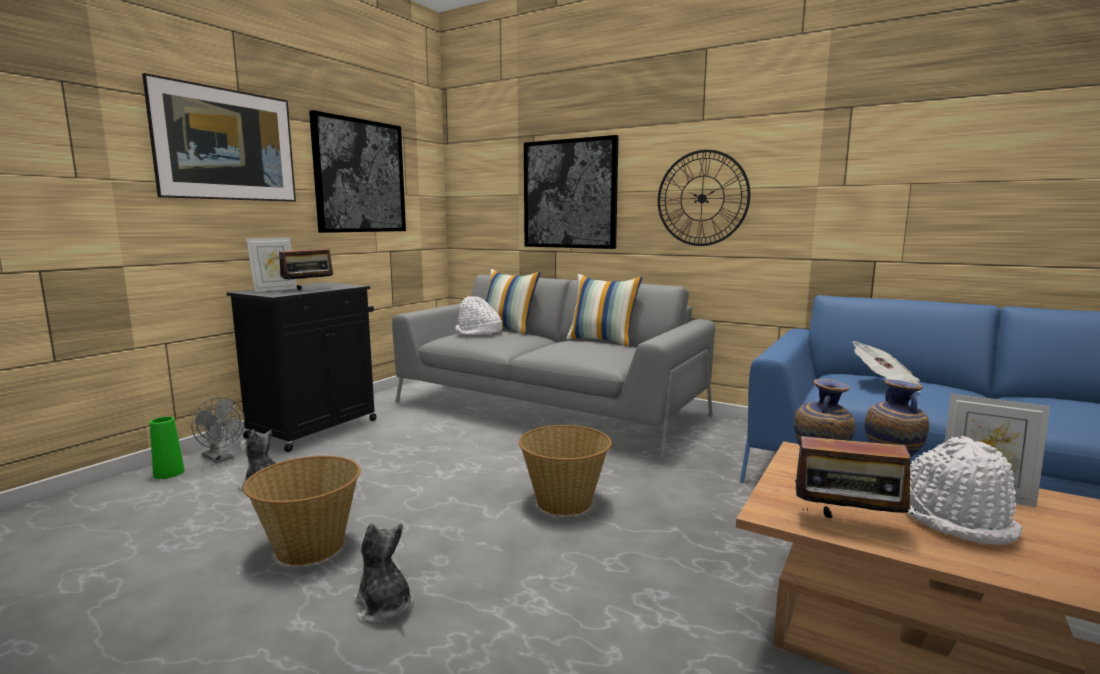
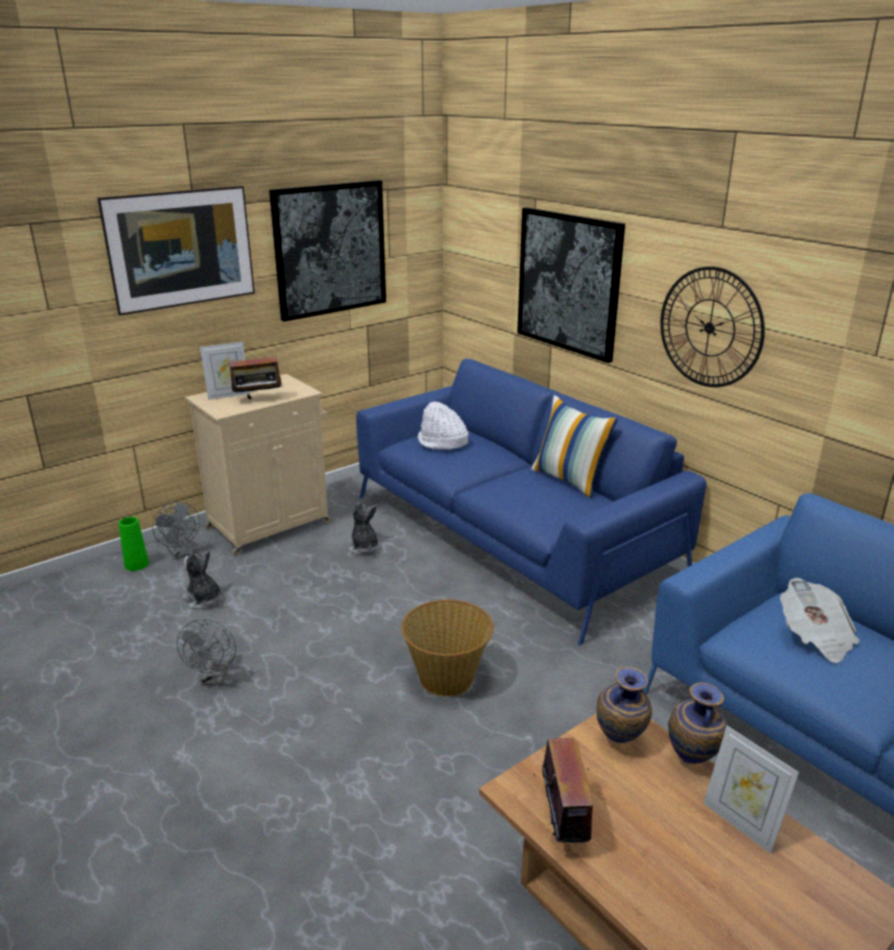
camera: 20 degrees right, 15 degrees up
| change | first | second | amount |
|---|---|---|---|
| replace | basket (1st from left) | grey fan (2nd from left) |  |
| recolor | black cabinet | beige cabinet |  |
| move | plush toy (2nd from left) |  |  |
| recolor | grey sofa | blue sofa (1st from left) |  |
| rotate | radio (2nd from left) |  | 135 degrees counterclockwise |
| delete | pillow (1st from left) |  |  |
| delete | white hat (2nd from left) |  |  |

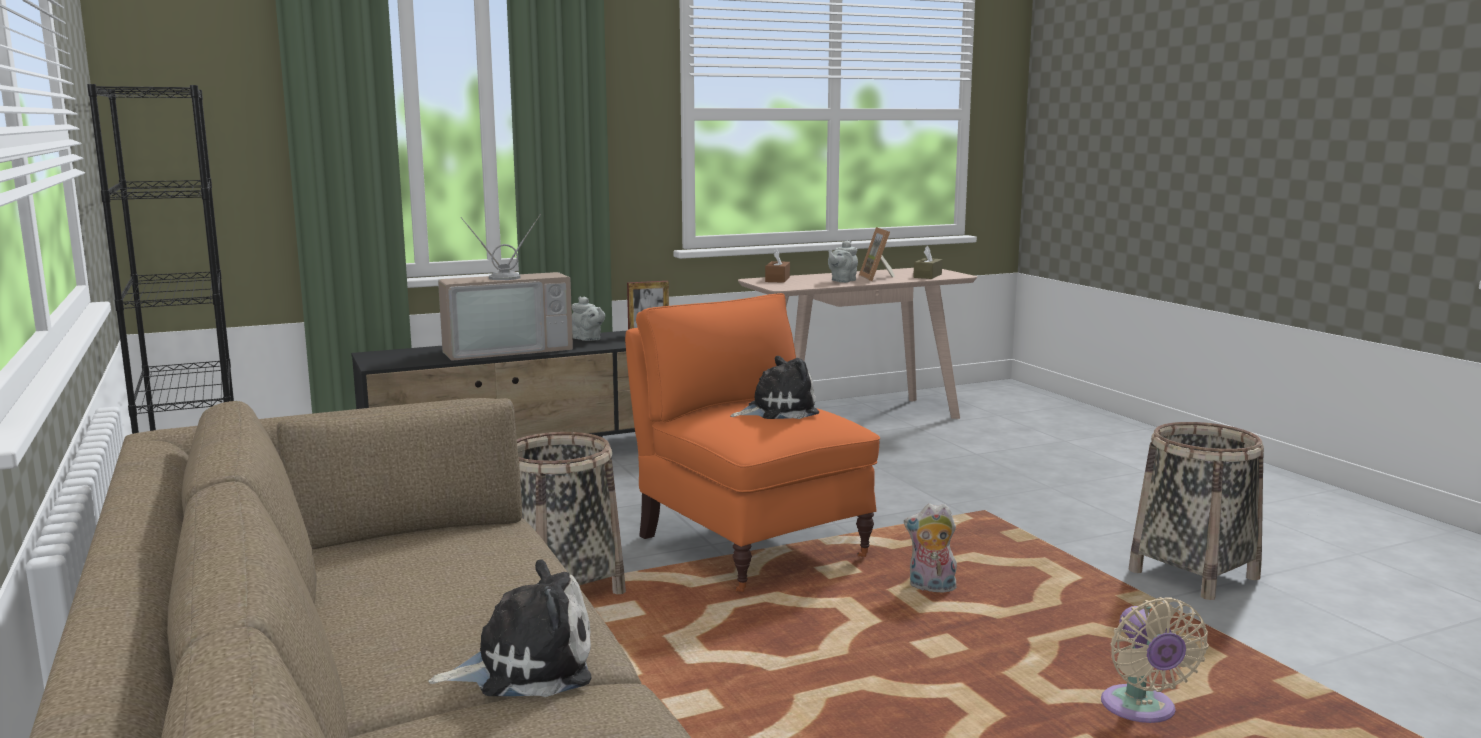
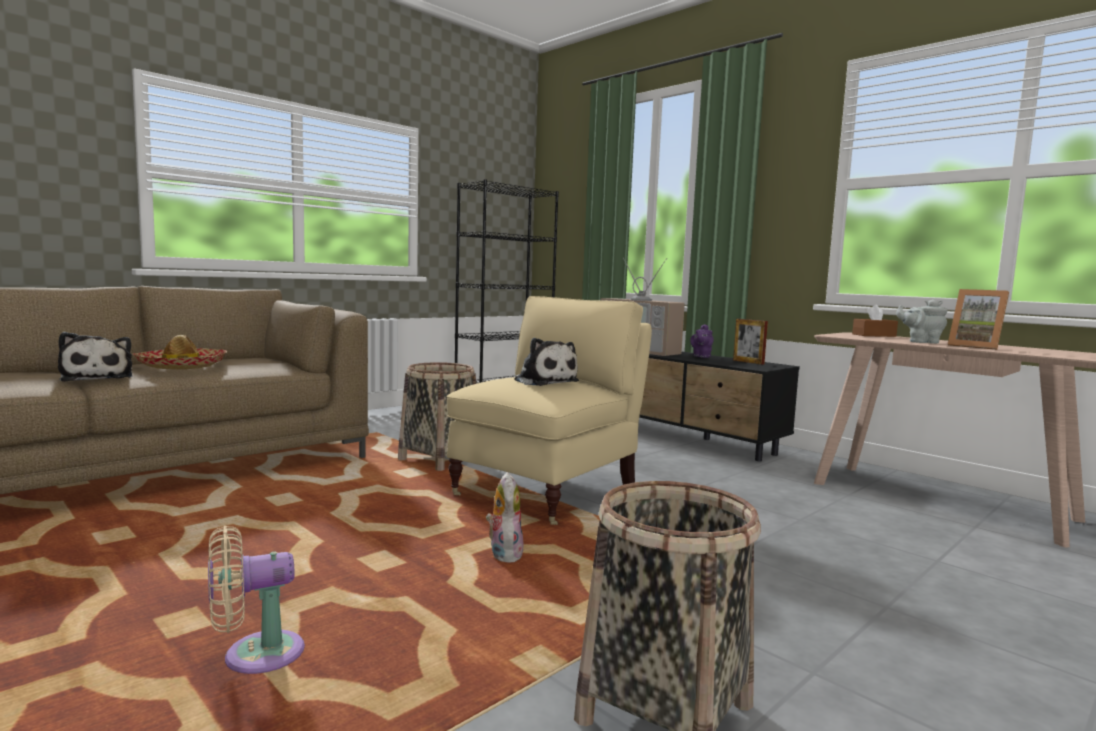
camera: 70 degrees right, 5 degrees down
| change | first | second | amount |
|---|---|---|---|
| insert |  | hat |  |
| recolor | orange armchair | beige armchair |  |
| recolor | grey teapot (1st from left) | purple teapot |  |
| rotate | picture frame (2nd from left) |  | 105 degrees counterclockwise |
| delete | brown tissue box (2nd from left) |  |  |

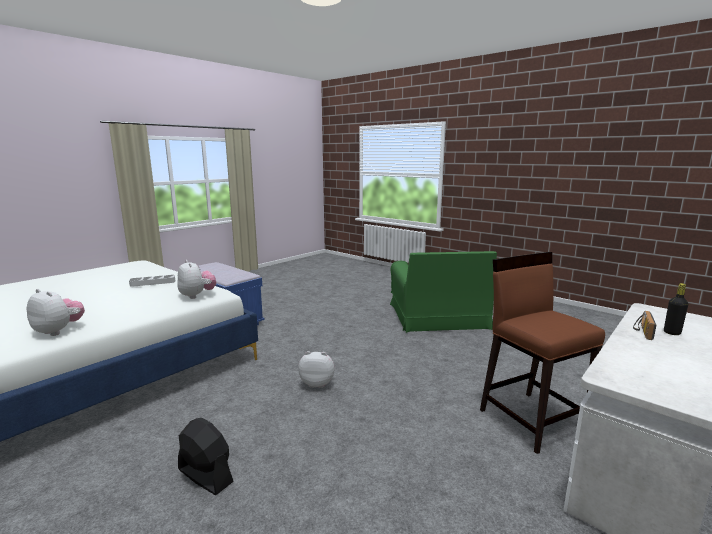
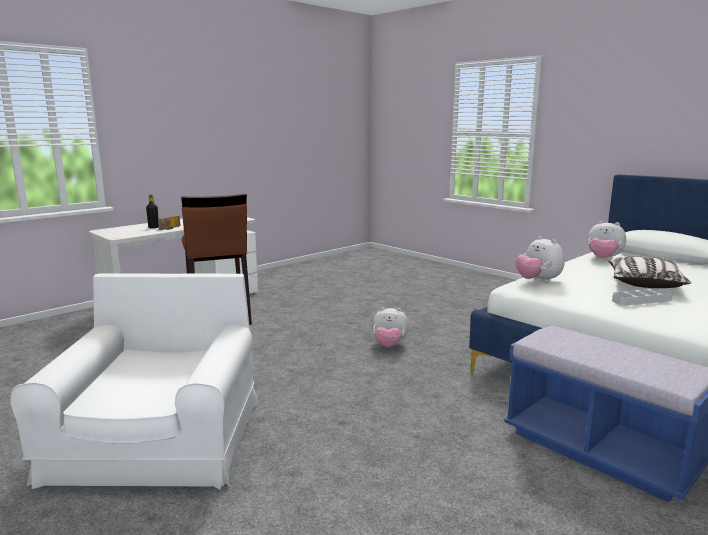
camera: 175 degrees left, 0 degrees up
| change | first | second | amount |
|---|---|---|---|
| recolor | green armchair | white armchair |  |
| insert |  | pillow |  |
| delete | black fan |  |  |

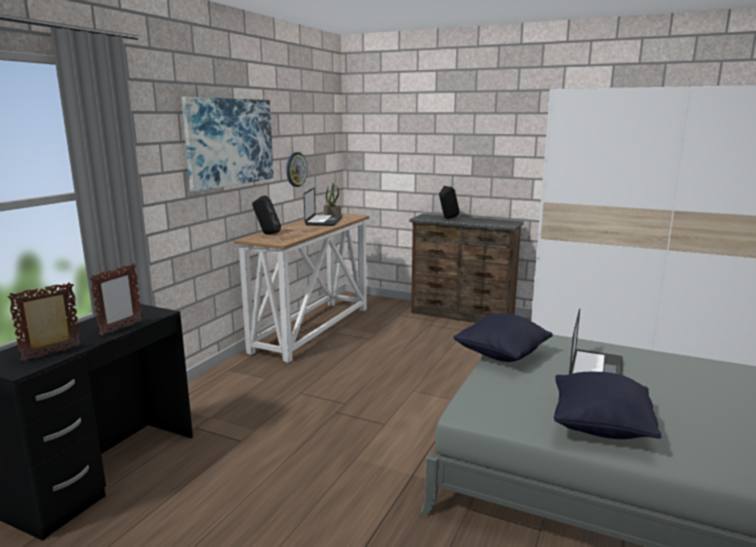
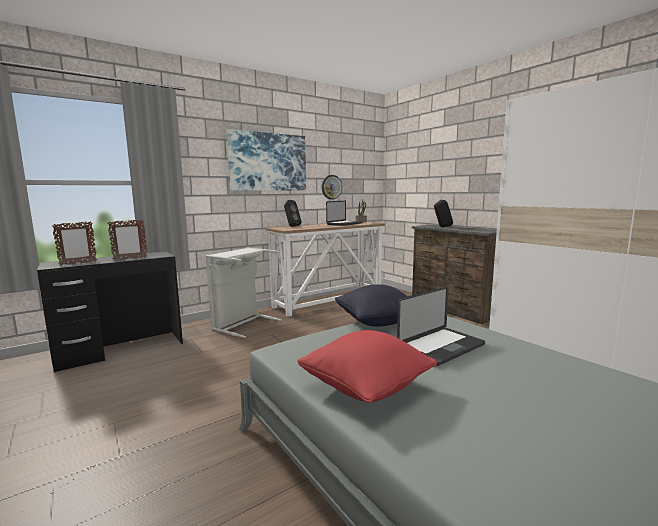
camera: 30 degrees right, 5 degrees down
| change | first | second | amount |
|---|---|---|---|
| rotate | picture frame (1st from left) |  | 150 degrees clockwise |
| insert |  | grey laundry basket |  |
| recolor | black pillow (2nd from left) | red pillow |  |

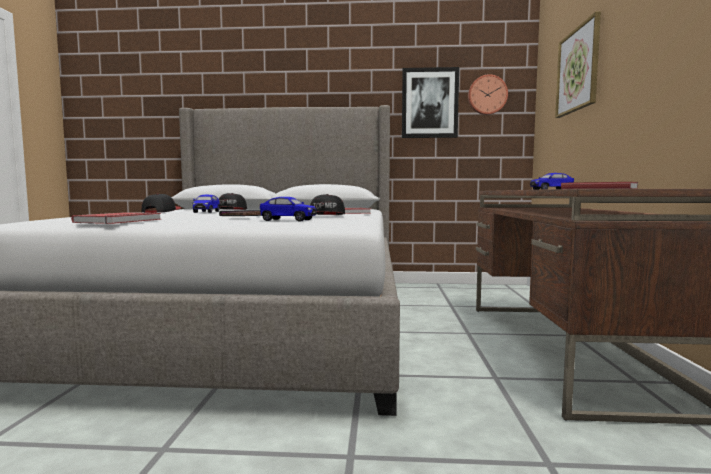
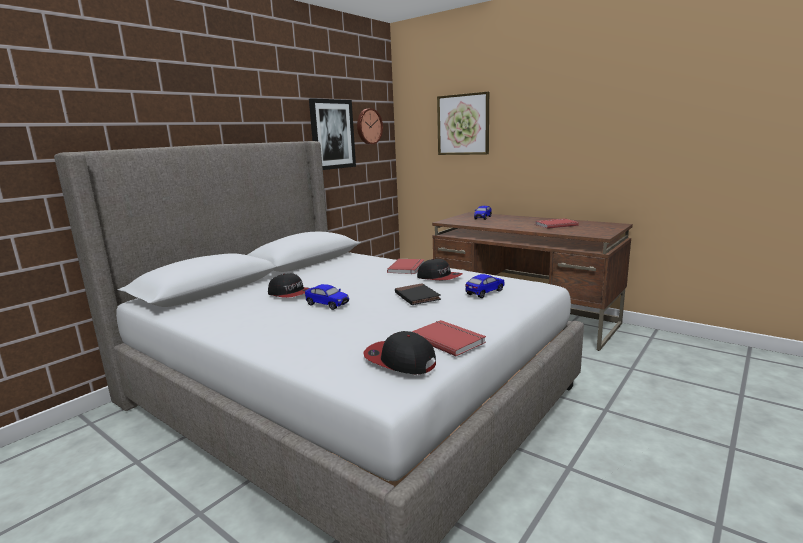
camera: 55 degrees left, 10 degrees up
| change | first | second | amount |
|---|---|---|---|
| move | cap (1st from left in the first image) | cap (2nd from left) |  |

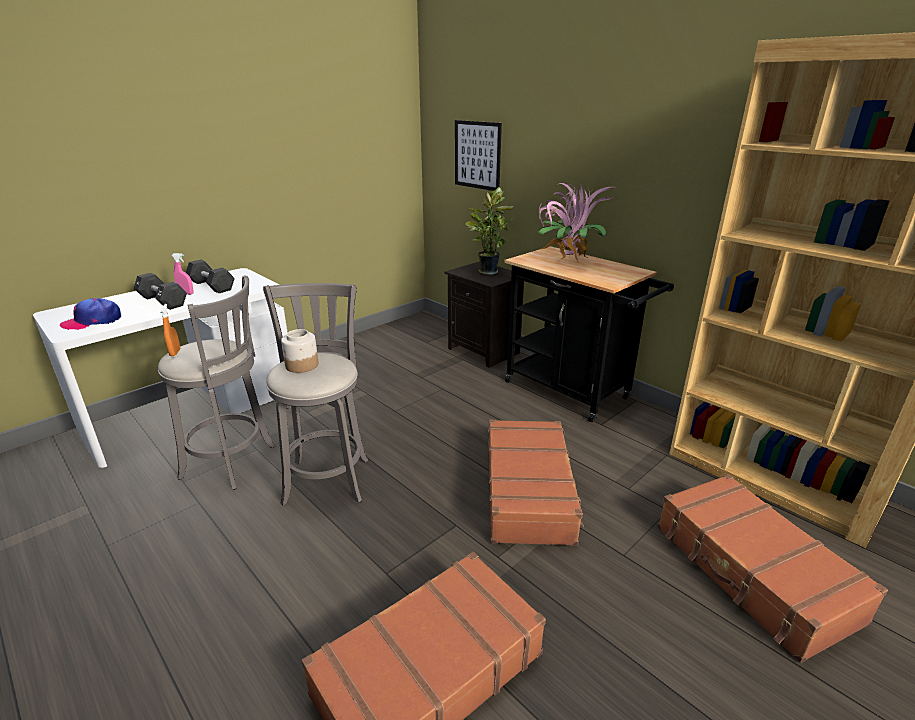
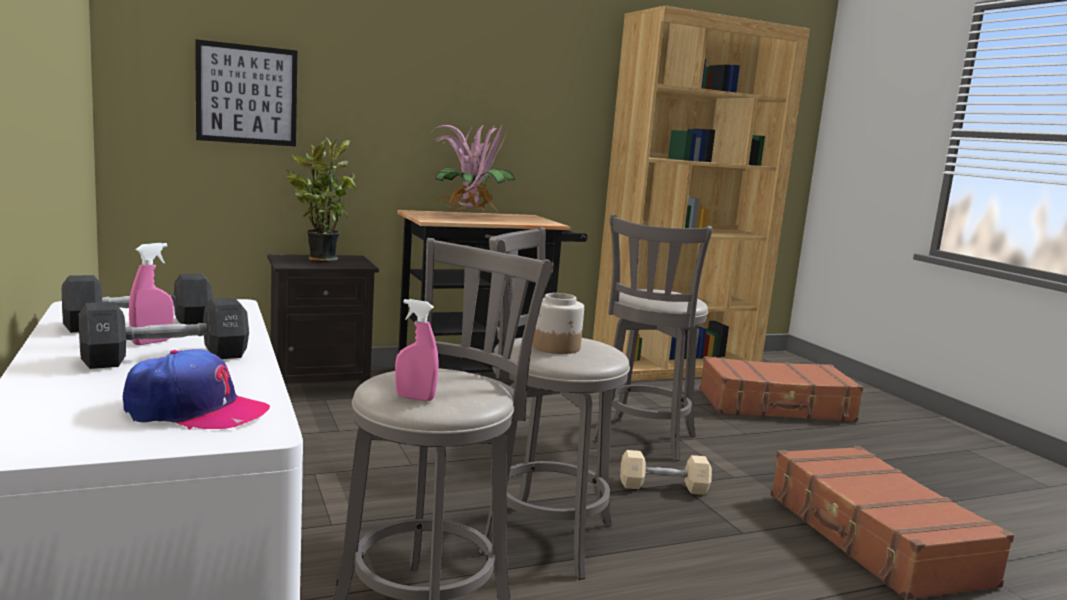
camera: 70 degrees left, 15 degrees down
| change | first | second | amount |
|---|---|---|---|
| rotate | cap |  | 75 degrees counterclockwise |
| recolor | orange spray bottle | pink spray bottle (2nd from left) |  |
| replace | brown suitcase (2nd from left) | grey stool (3rd from left) |  |
| insert |  | beige dumbbell |  |

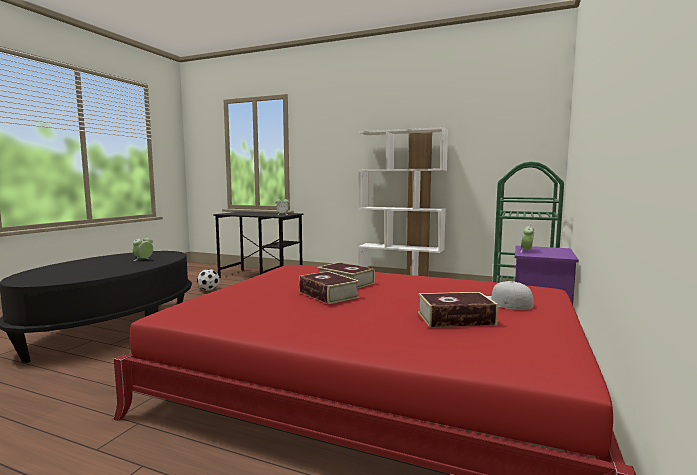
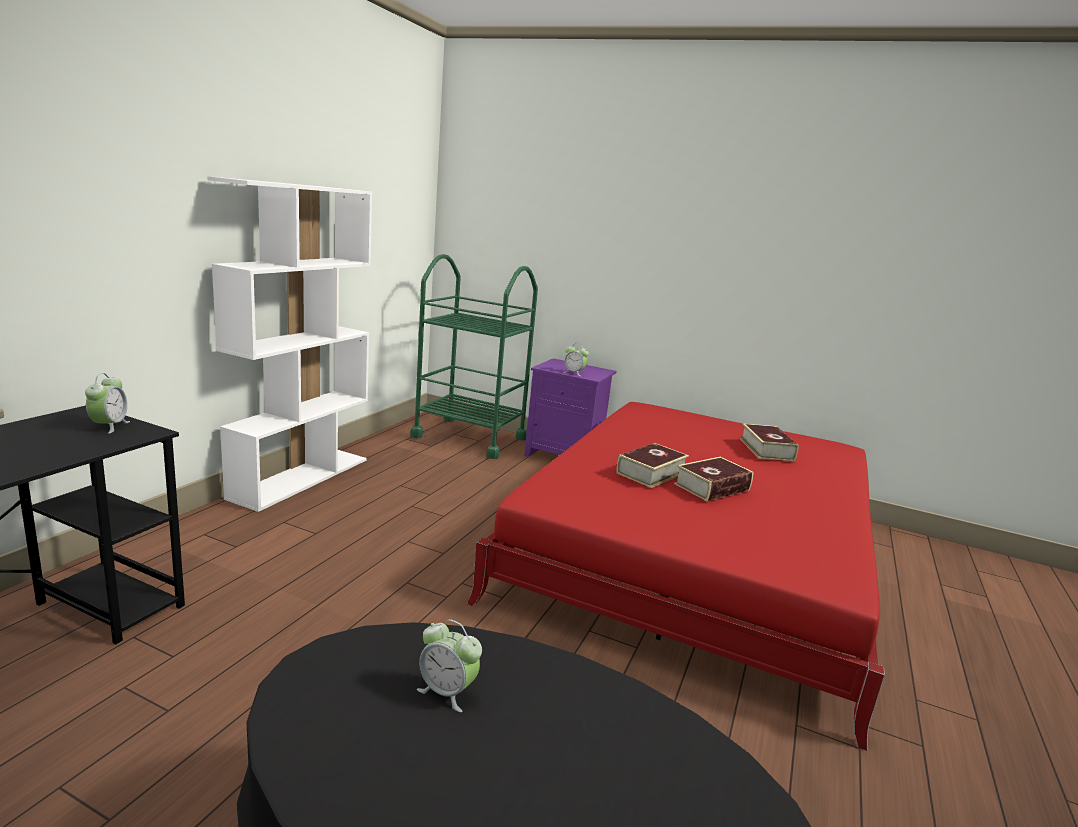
camera: 90 degrees left, 10 degrees up
| change | first | second | amount |
|---|---|---|---|
| delete | football |  |  |
| delete | white cap |  |  |

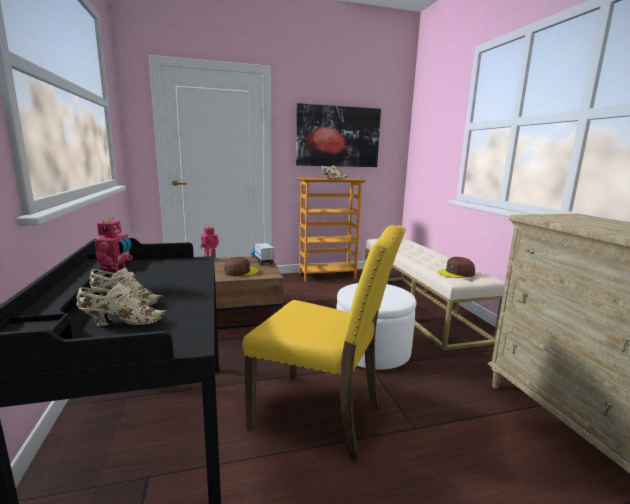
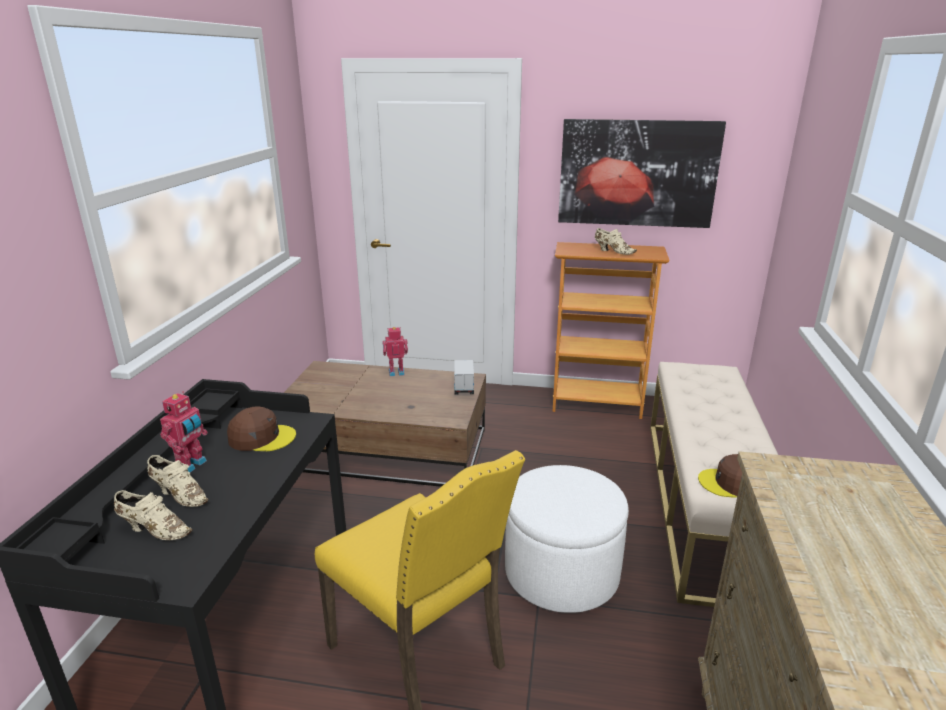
camera: 25 degrees right, 10 degrees up
| change | first | second | amount |
|---|---|---|---|
| move | brown cap (1st from left) |  |  |

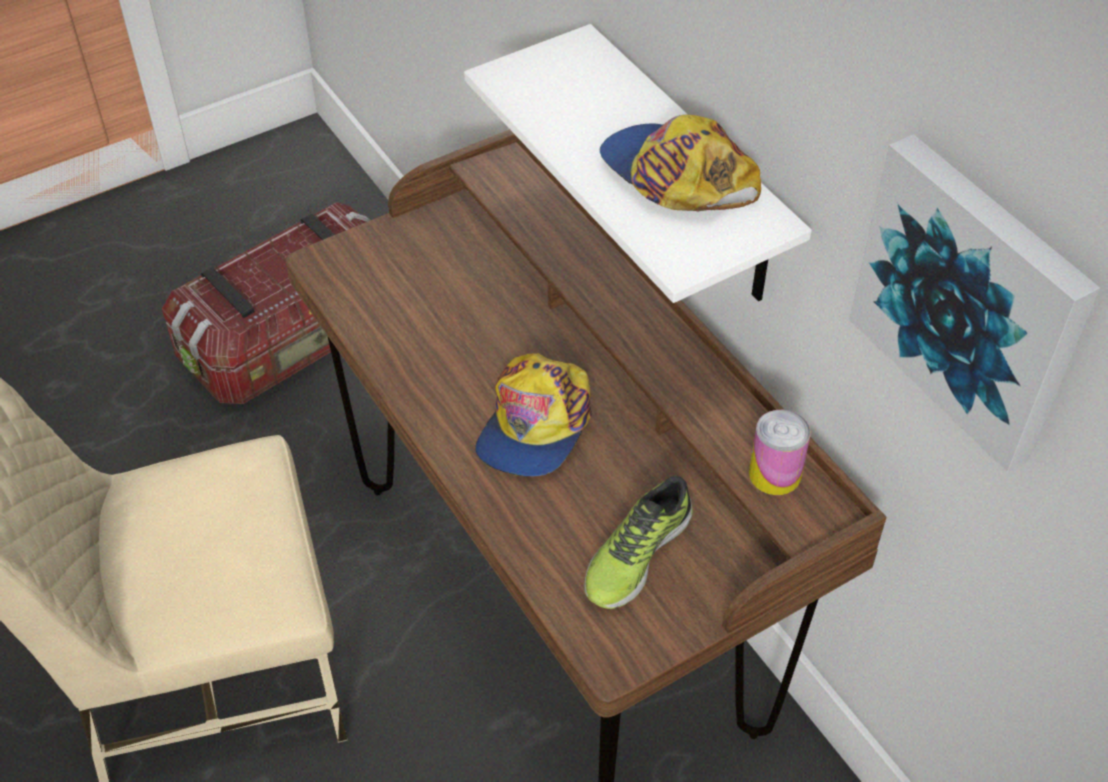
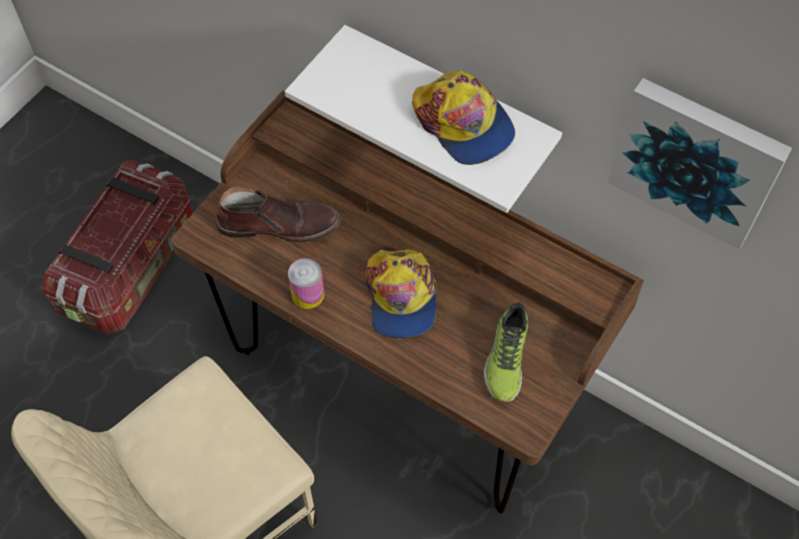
camera: 25 degrees left, 10 degrees up
| change | first | second | amount |
|---|---|---|---|
| insert |  | brown boot |  |
| move | can |  |  |
| rotate | cap (2nd from left) |  | 150 degrees counterclockwise |

